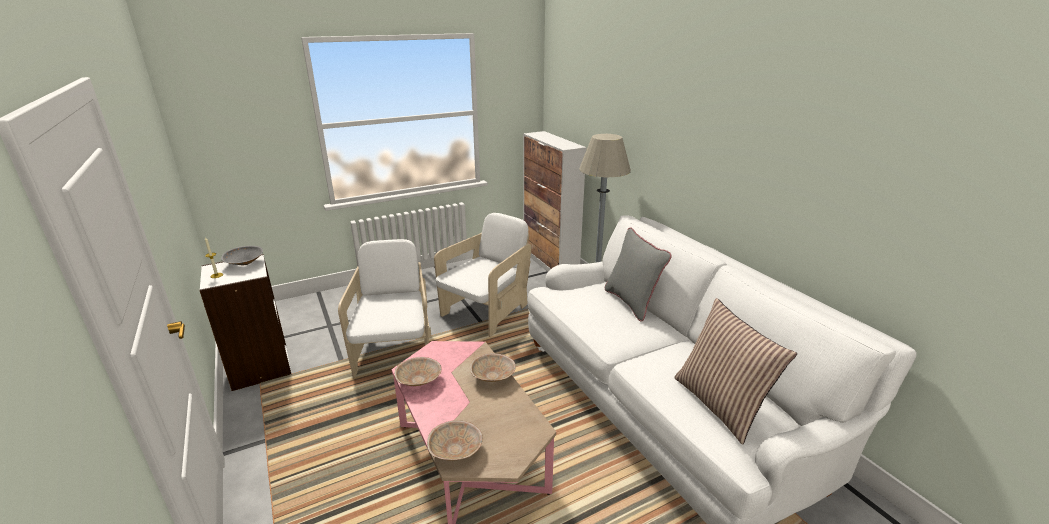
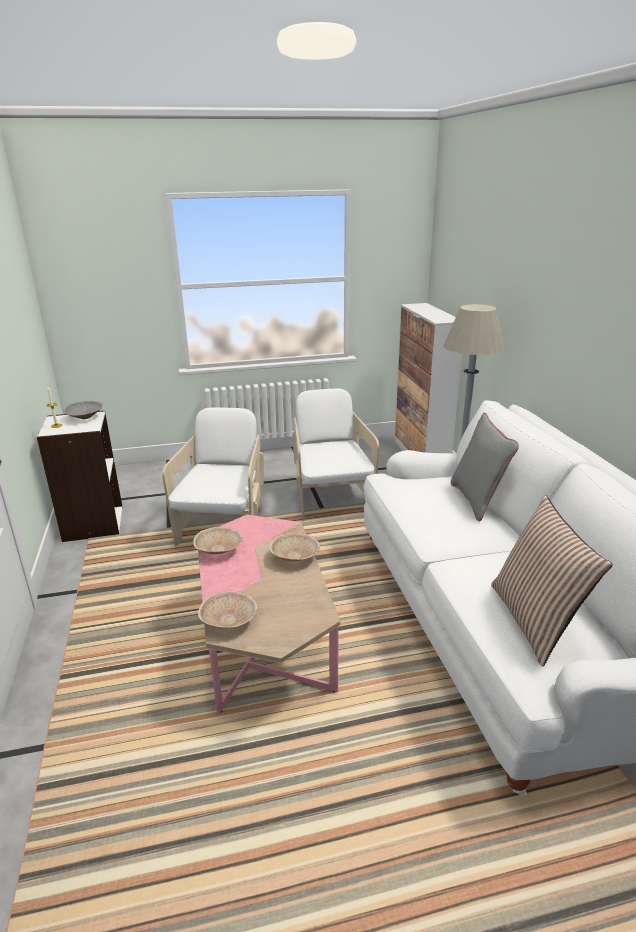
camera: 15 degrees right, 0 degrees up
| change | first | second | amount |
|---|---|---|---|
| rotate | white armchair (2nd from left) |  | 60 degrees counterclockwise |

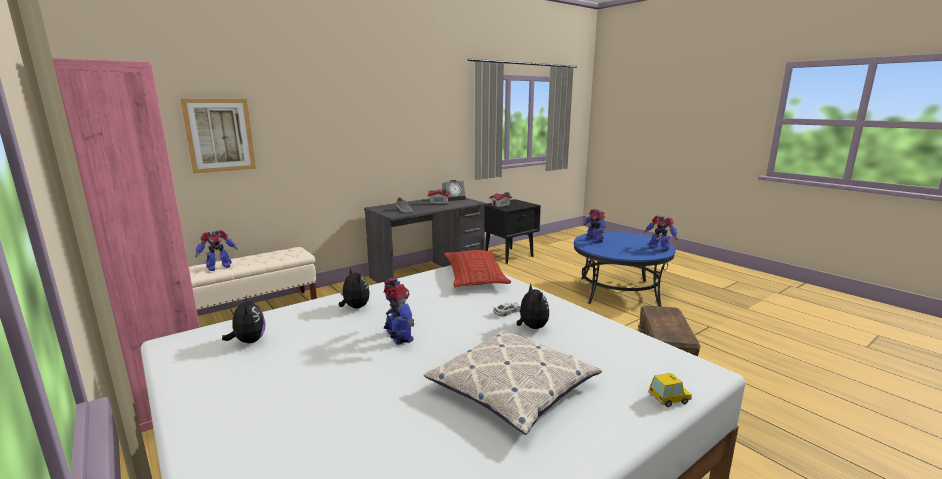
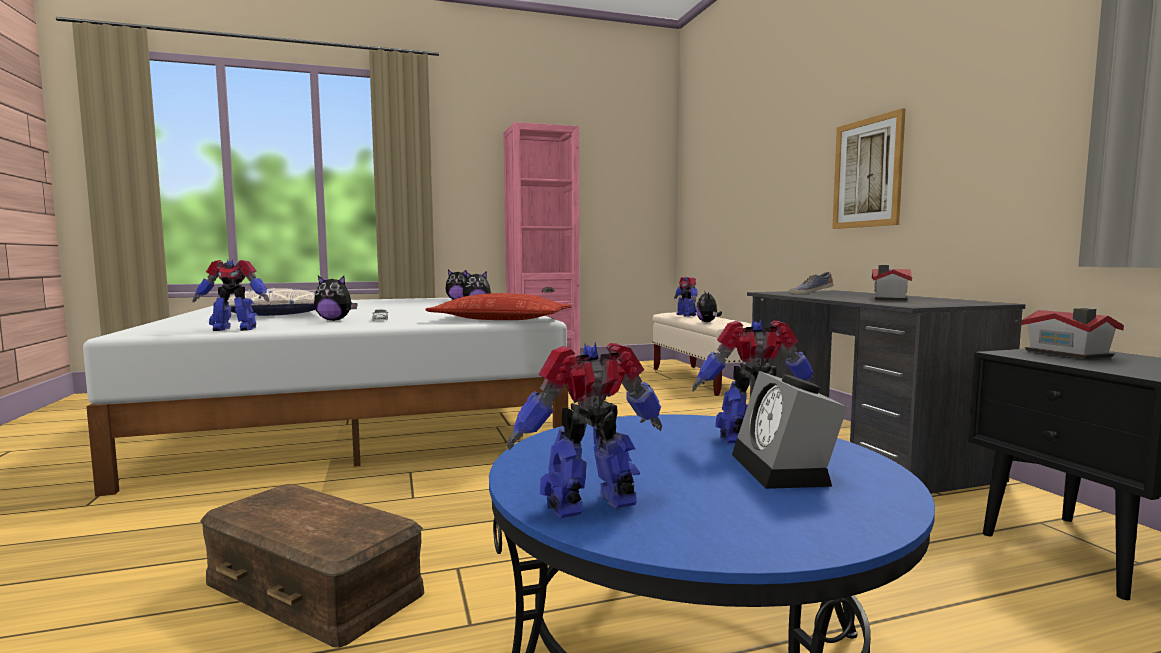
camera: 110 degrees right, 10 degrees down
| change | first | second | amount |
|---|---|---|---|
| move | toy robot (2nd from left in the first image) | toy robot (1st from left) |  |
| insert |  | plush toy (4th from left) |  |
| move | alarm clock |  |  |
| move | picture |  |  |
| delete | toy car (2nd from left) |  |  |

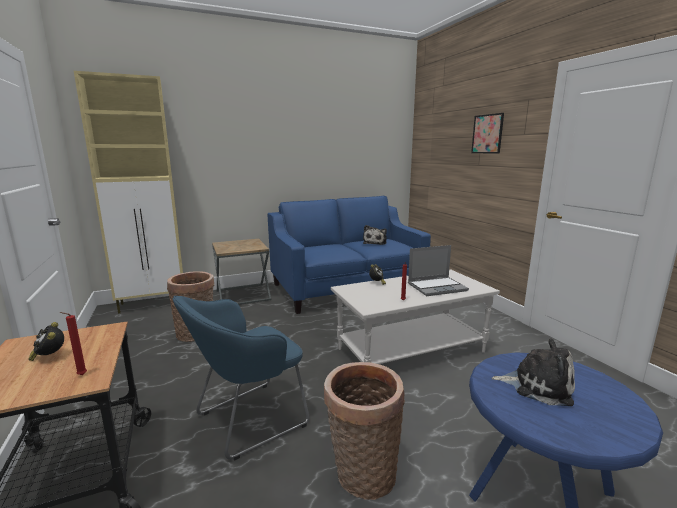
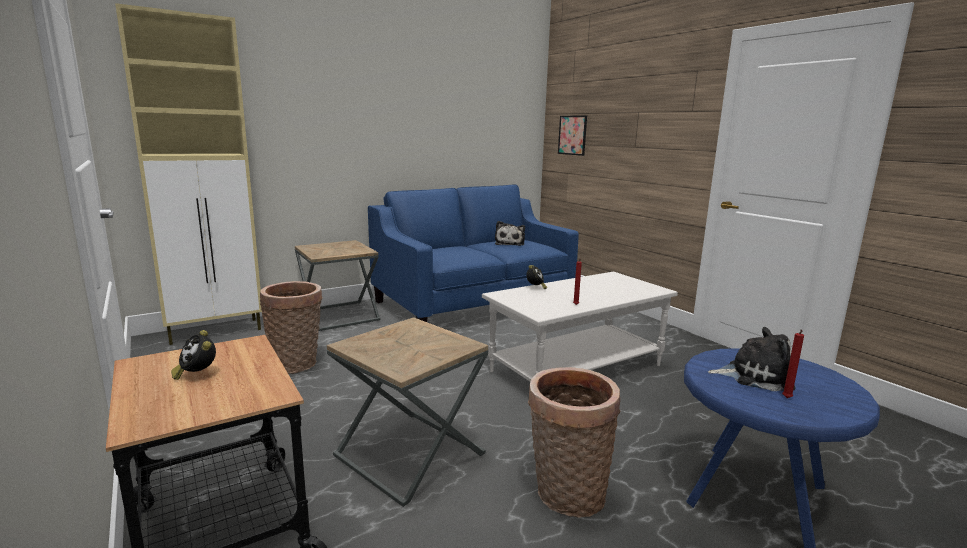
camera: 10 degrees left, 0 degrees up
| change | first | second | amount |
|---|---|---|---|
| replace | blue armchair | brown side table (2nd from left) |  |
| move | picture |  |  |
| move | red candle (1st from left in the first image) | red candle (2nd from left) |  |
| delete | laptop |  |  |

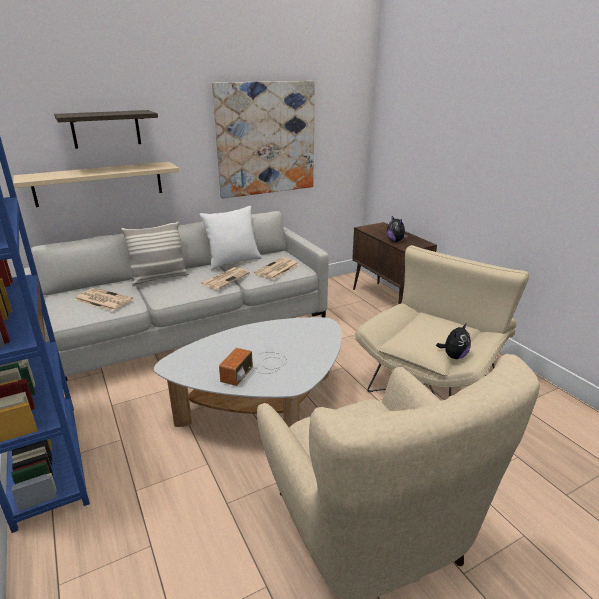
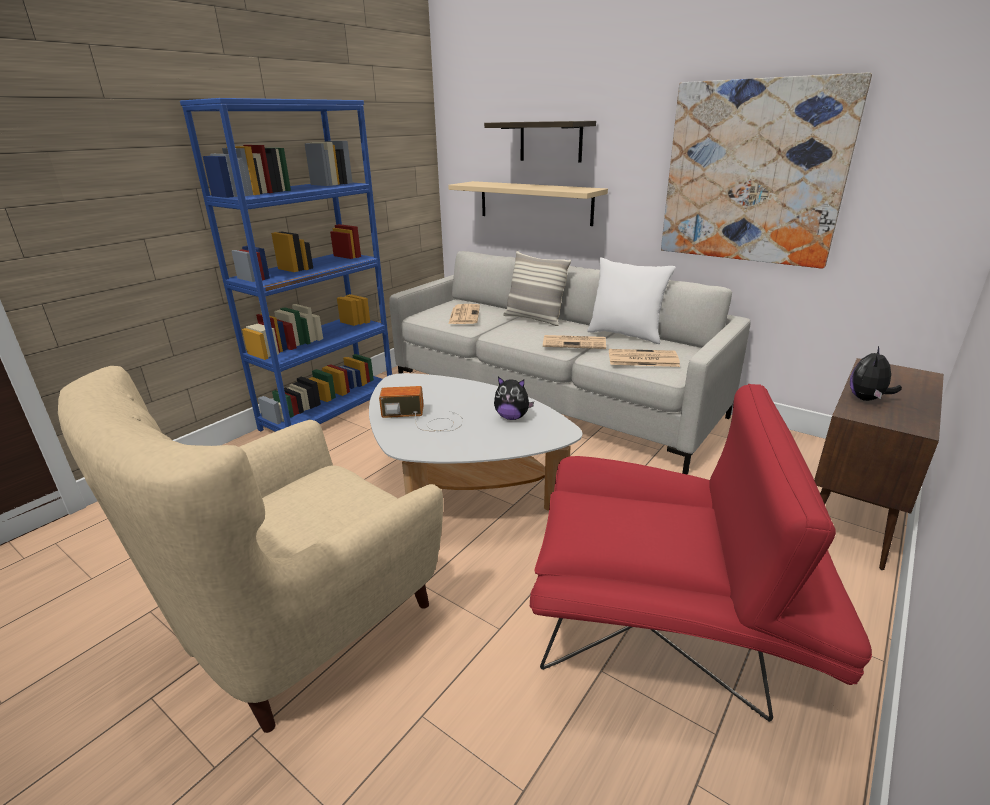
camera: 65 degrees right, 0 degrees up
| change | first | second | amount |
|---|---|---|---|
| move | plush toy (2nd from left in the first image) | plush toy (1st from left) |  |
| recolor | beige armchair (2nd from left) | red armchair |  |

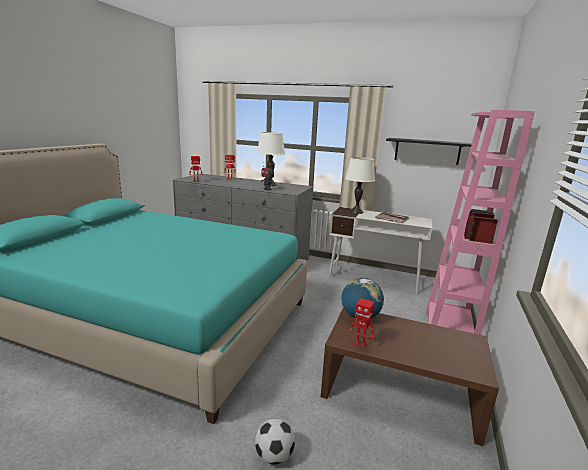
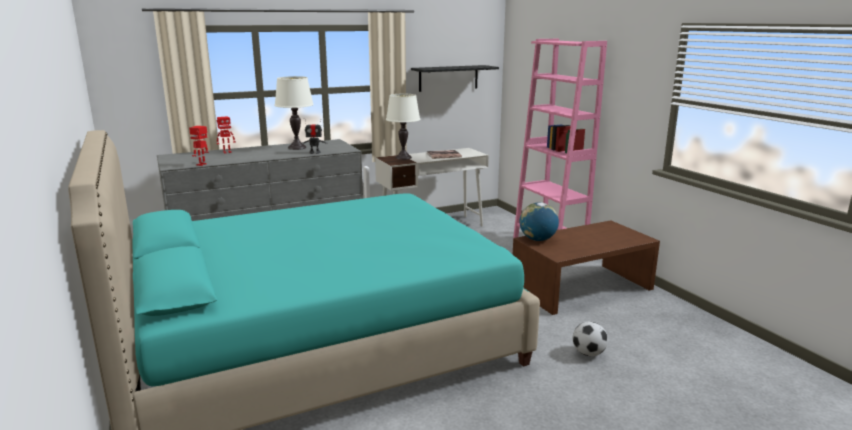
camera: 45 degrees left, 0 degrees up
| change | first | second | amount |
|---|---|---|---|
| delete | toy robot (4th from left) |  |  |

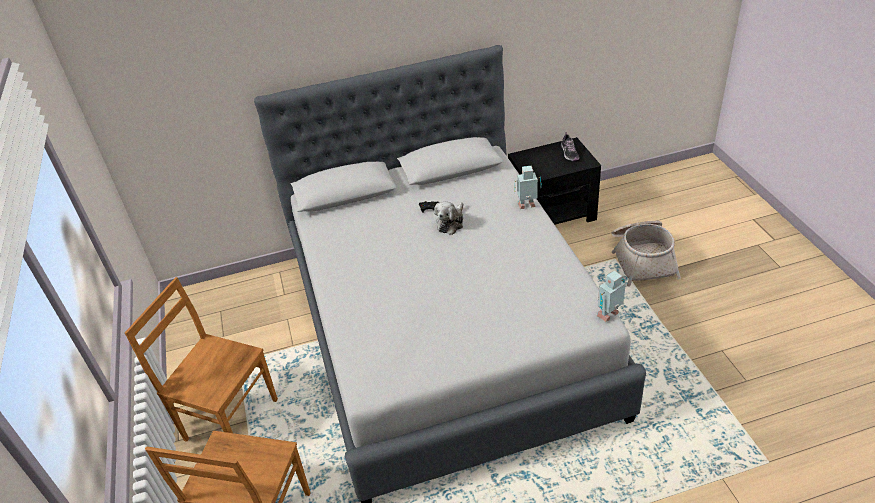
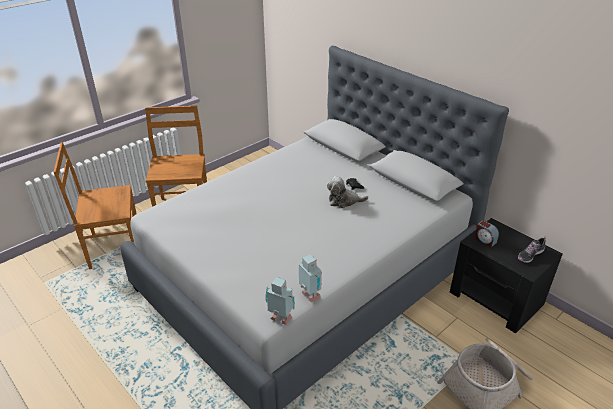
camera: 60 degrees right, 5 degrees down
| change | first | second | amount |
|---|---|---|---|
| move | toy robot (1st from left in the first image) | toy robot (2nd from left) |  |
| insert |  | alarm clock |  |

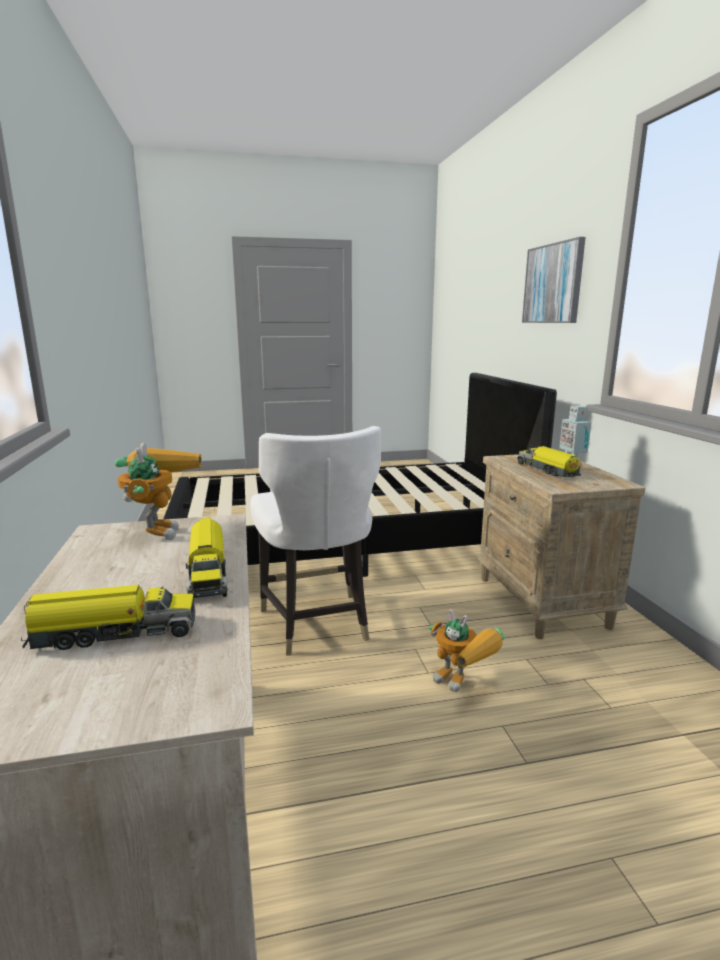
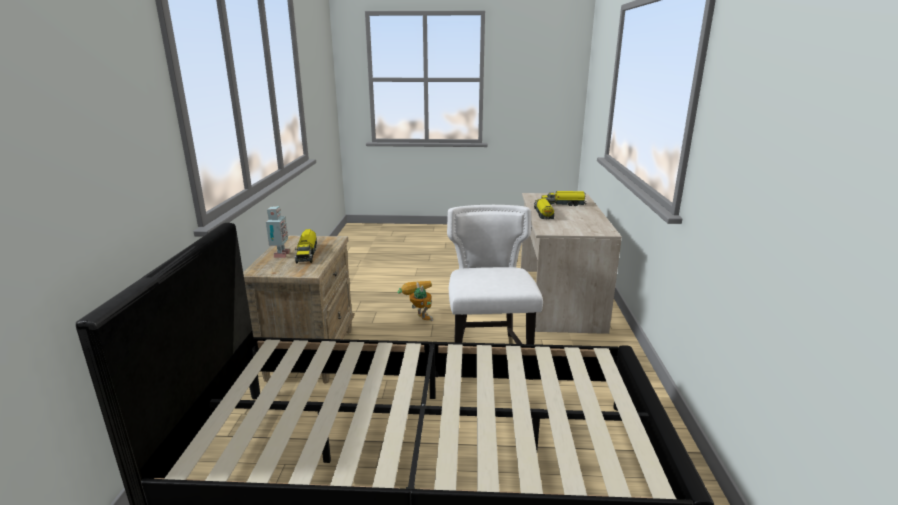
camera: 165 degrees left, 5 degrees up
| change | first | second | amount |
|---|---|---|---|
| delete | toy robot (1st from left) |  |  |
| delete | picture |  |  |

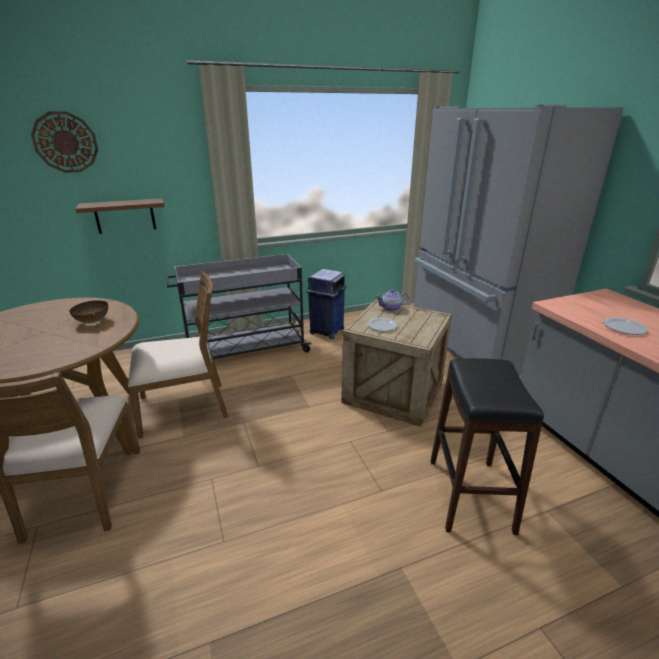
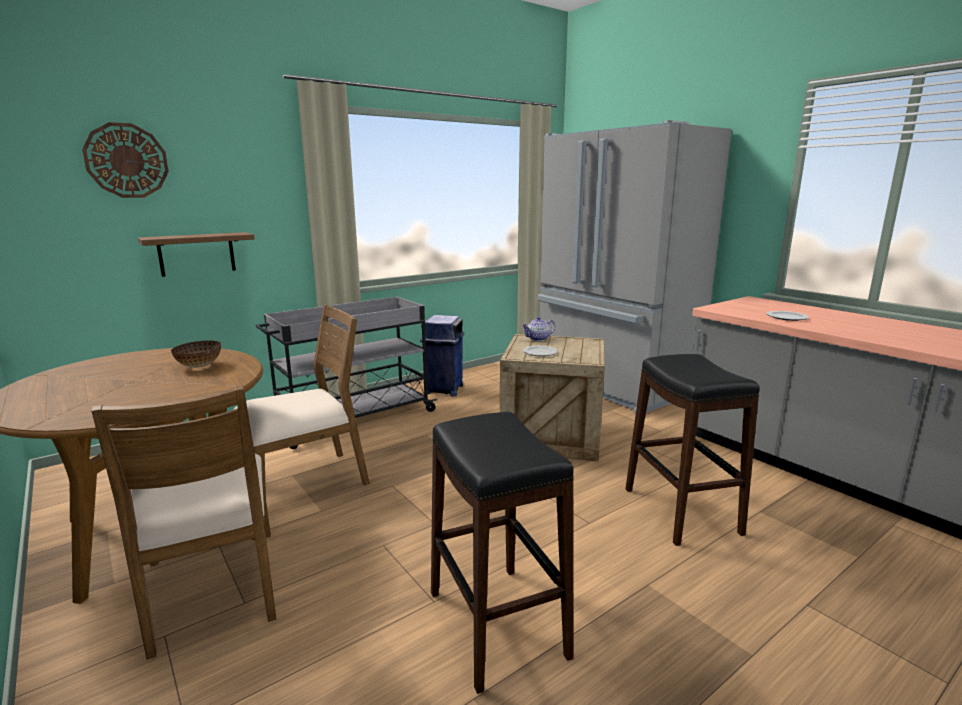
camera: 15 degrees left, 10 degrees down
| change | first | second | amount |
|---|---|---|---|
| insert |  | black stool (1st from left) |  |

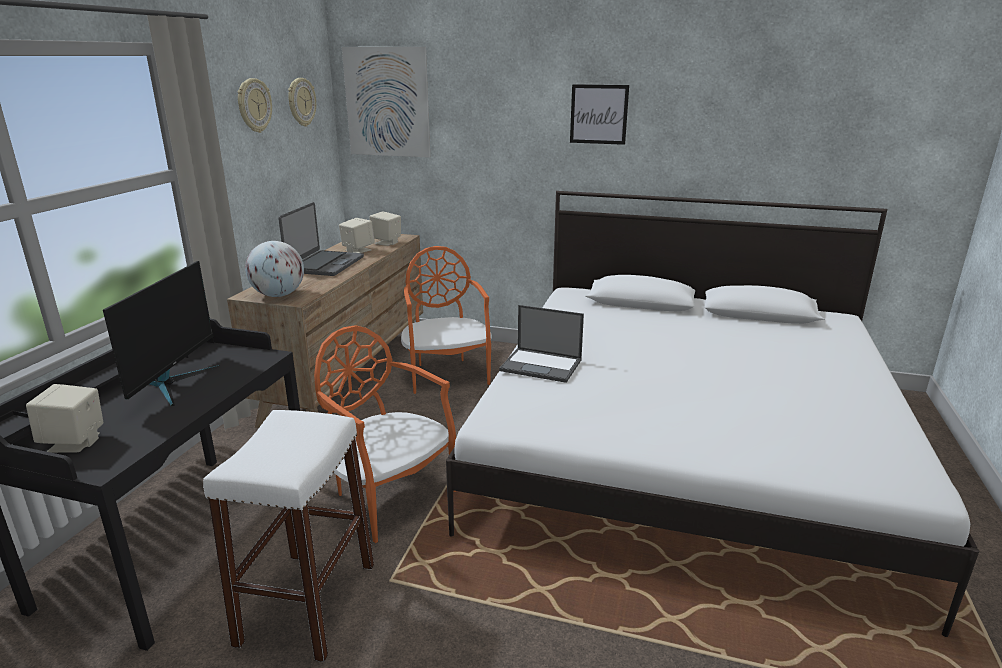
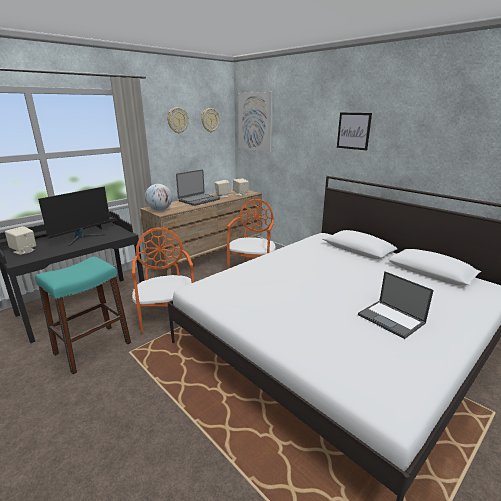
camera: 30 degrees right, 0 degrees up
| change | first | second | amount |
|---|---|---|---|
| recolor | white stool | turquoise stool |  |
| move | laptop (2nd from left) |  |  |

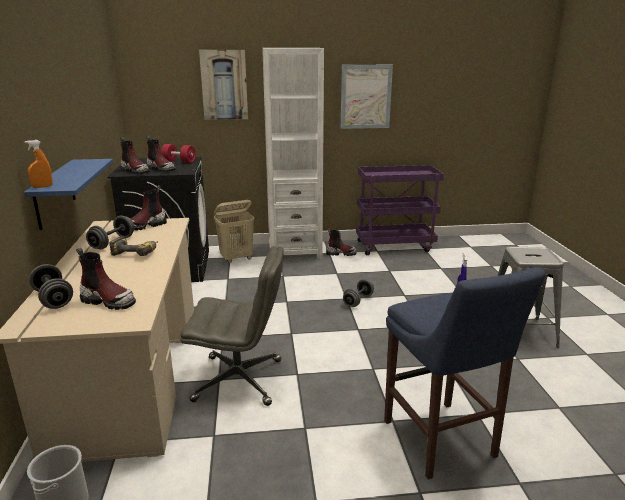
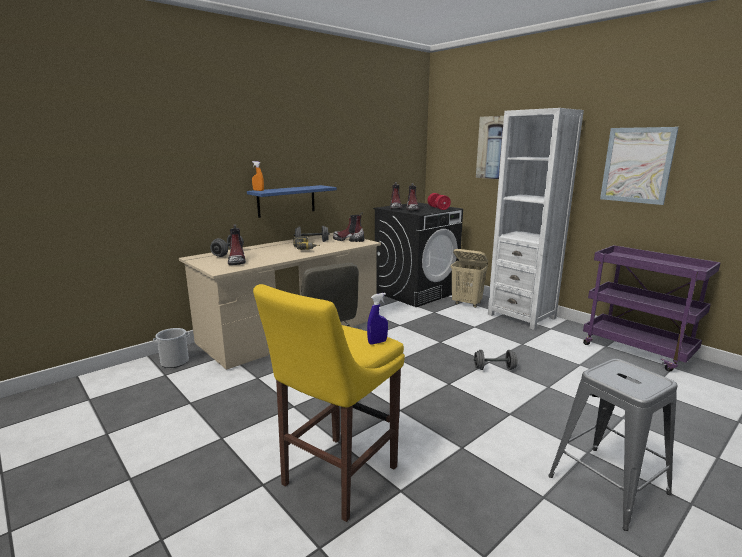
camera: 55 degrees right, 5 degrees down
| change | first | second | amount |
|---|---|---|---|
| recolor | blue stool | yellow stool |  |
| delete | boot (5th from left) |  |  |

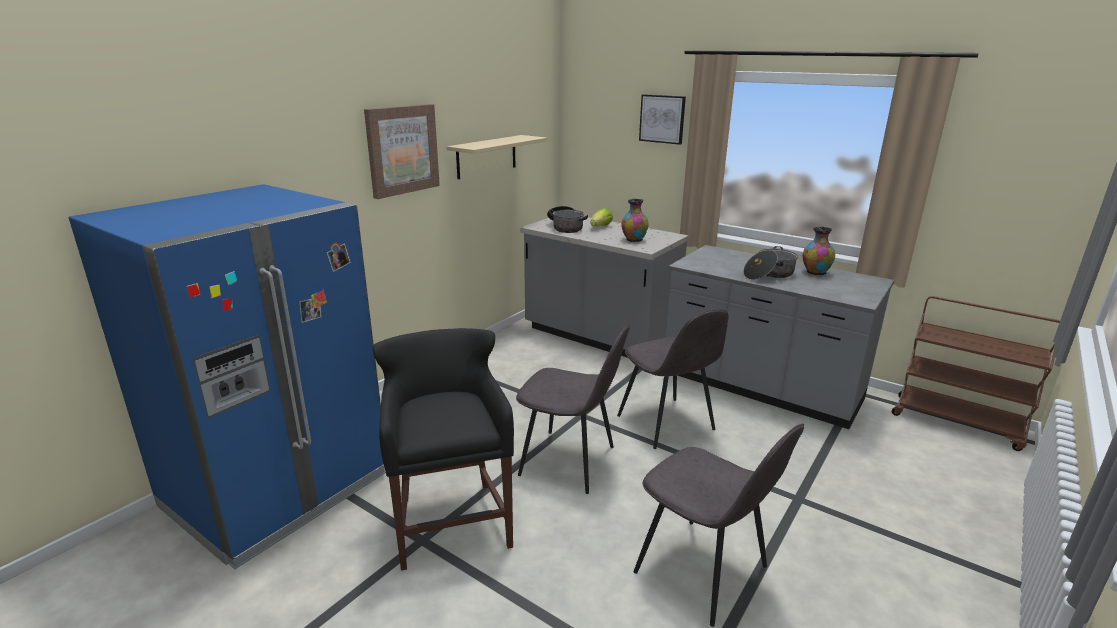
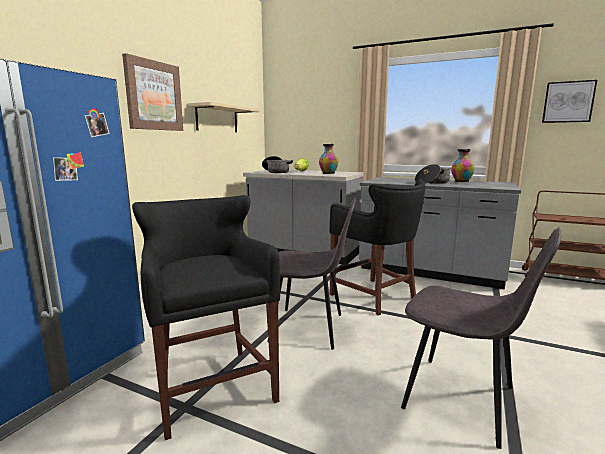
camera: 10 degrees left, 10 degrees down
| change | first | second | amount |
|---|---|---|---|
| replace | grey chair (2nd from left) | black stool (2nd from left) |  |
| move | picture (2nd from left) |  |  |

